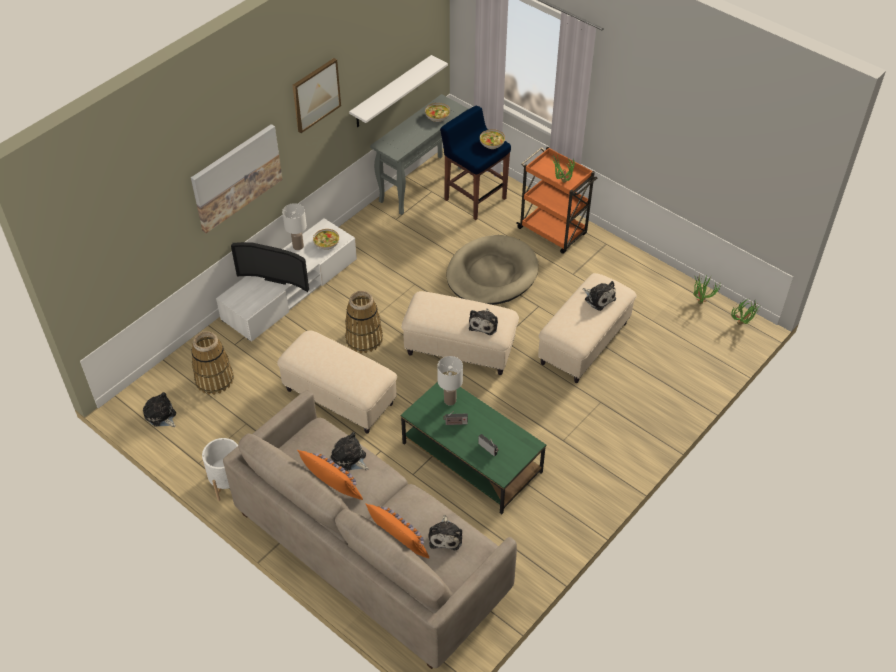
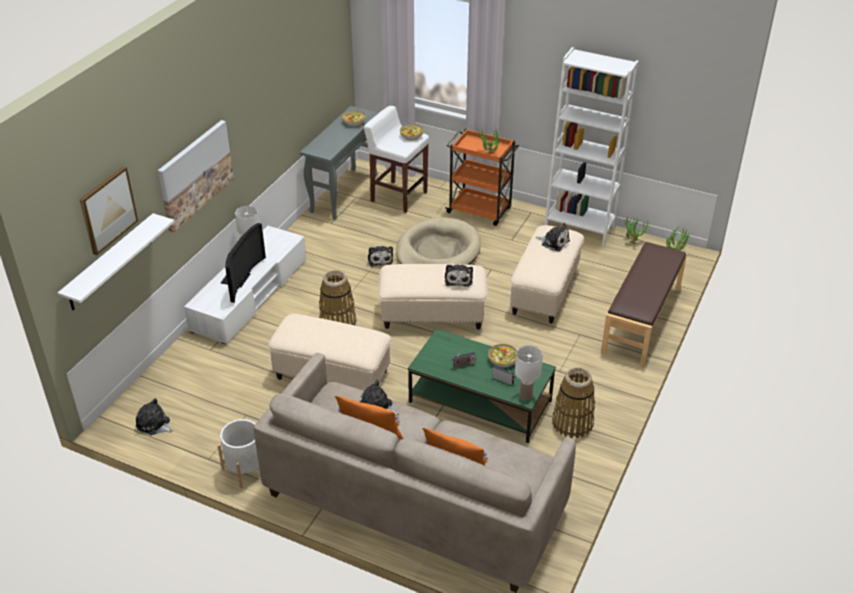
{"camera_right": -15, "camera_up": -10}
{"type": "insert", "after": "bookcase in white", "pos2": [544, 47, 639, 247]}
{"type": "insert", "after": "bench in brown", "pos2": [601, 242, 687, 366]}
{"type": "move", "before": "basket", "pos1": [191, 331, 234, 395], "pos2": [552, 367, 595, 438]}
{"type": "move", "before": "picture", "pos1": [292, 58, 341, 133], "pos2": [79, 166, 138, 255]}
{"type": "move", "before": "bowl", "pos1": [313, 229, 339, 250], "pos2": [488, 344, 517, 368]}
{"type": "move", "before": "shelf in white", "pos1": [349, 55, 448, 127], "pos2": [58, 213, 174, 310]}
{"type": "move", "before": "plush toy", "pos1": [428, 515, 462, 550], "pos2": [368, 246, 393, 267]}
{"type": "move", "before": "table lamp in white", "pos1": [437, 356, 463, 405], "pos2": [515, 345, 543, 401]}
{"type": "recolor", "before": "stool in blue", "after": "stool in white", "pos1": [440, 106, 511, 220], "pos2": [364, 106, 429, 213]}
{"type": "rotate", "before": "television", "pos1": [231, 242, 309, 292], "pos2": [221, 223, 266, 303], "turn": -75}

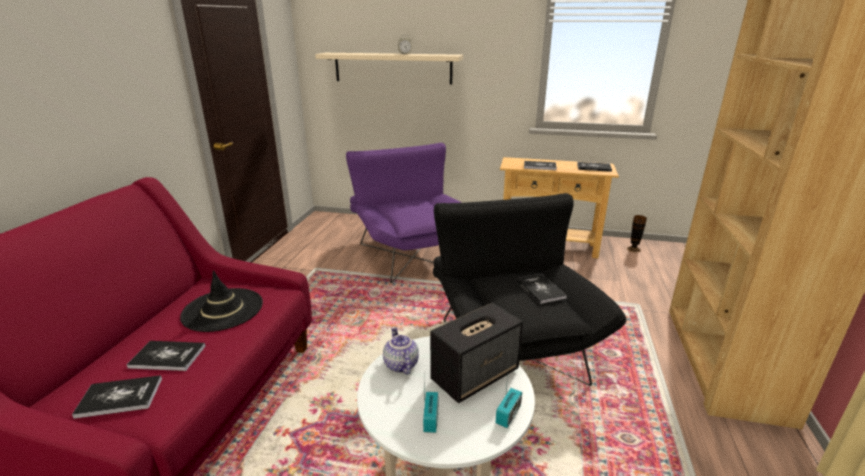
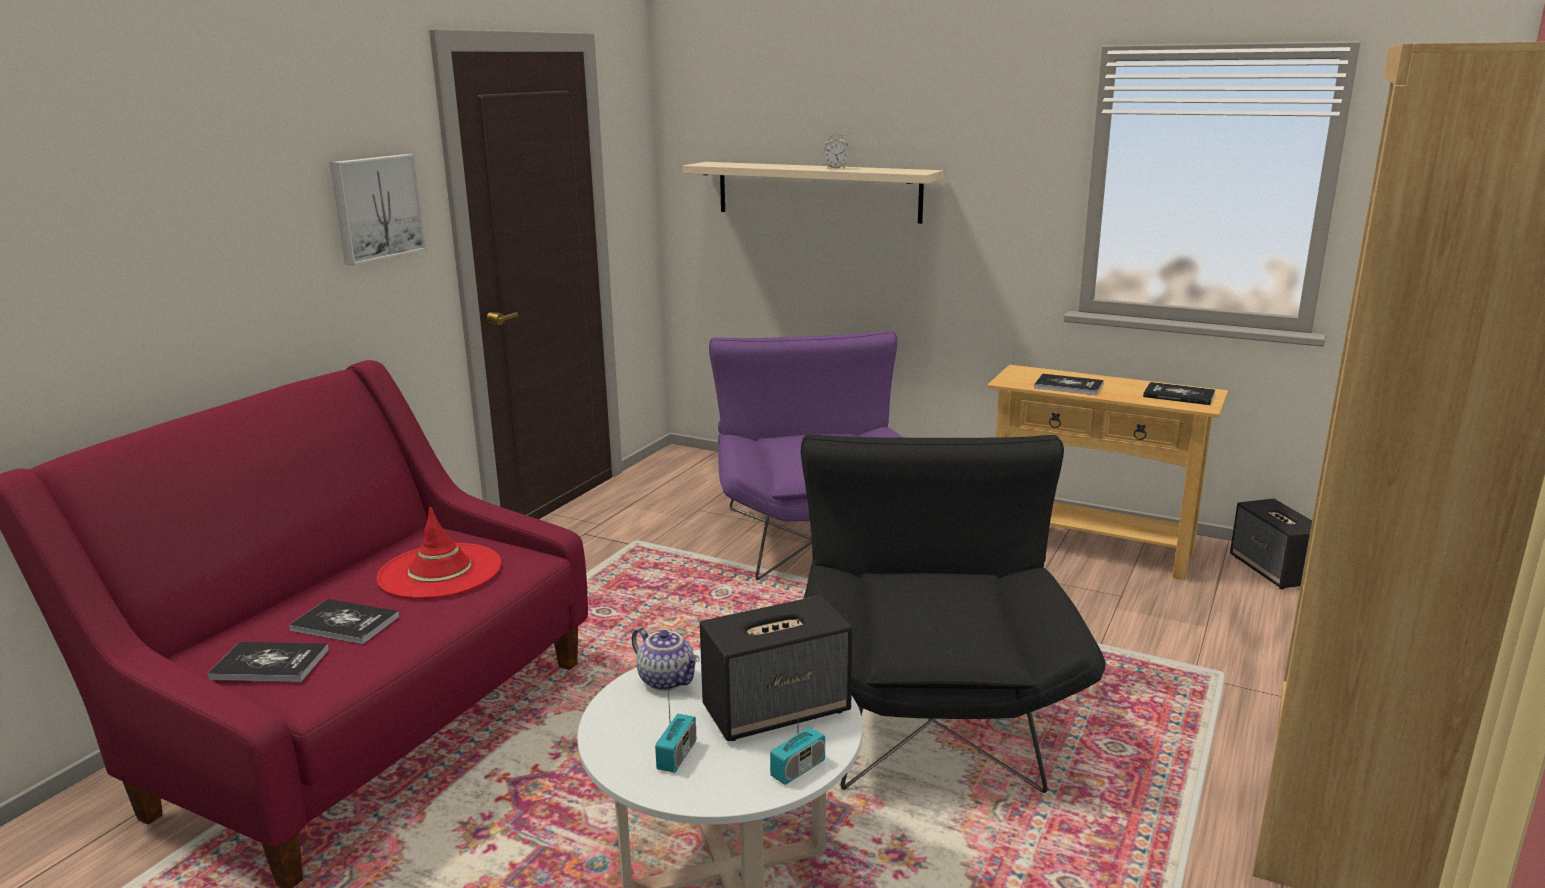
{"camera_right": 15, "camera_up": -5}
{"type": "delete", "before": "book", "pos1": [516, 274, 567, 304]}
{"type": "insert", "after": "picture", "pos2": [330, 154, 427, 265]}
{"type": "replace", "before": "vase", "after": "speaker", "pos1": [627, 215, 647, 252], "pos2": [1230, 499, 1312, 589]}
{"type": "recolor", "before": "hat in black", "after": "hat in red", "pos1": [180, 270, 263, 332], "pos2": [376, 506, 502, 599]}
{"type": "rotate", "before": "teapot", "pos1": [383, 327, 419, 375], "pos2": [632, 628, 700, 691], "turn": 135}

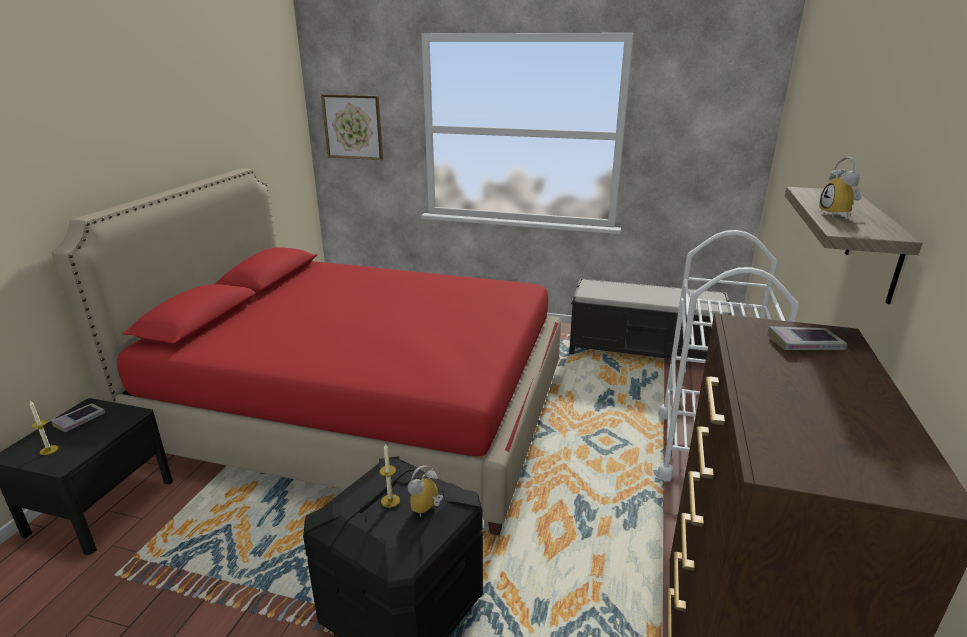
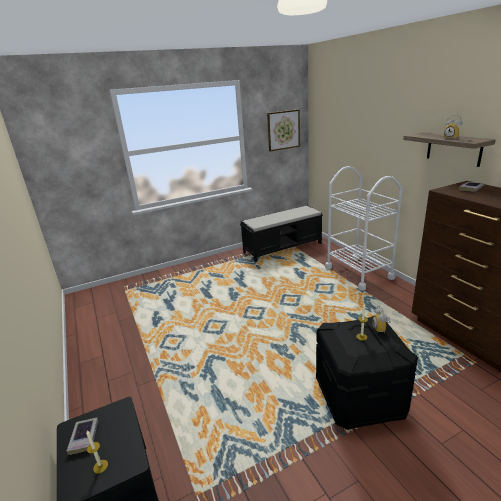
{"camera_right": -40, "camera_up": 0}
{"type": "delete", "before": "bed in red", "pos1": [52, 168, 561, 536]}
{"type": "move", "before": "picture", "pos1": [321, 94, 383, 160], "pos2": [267, 109, 300, 151]}

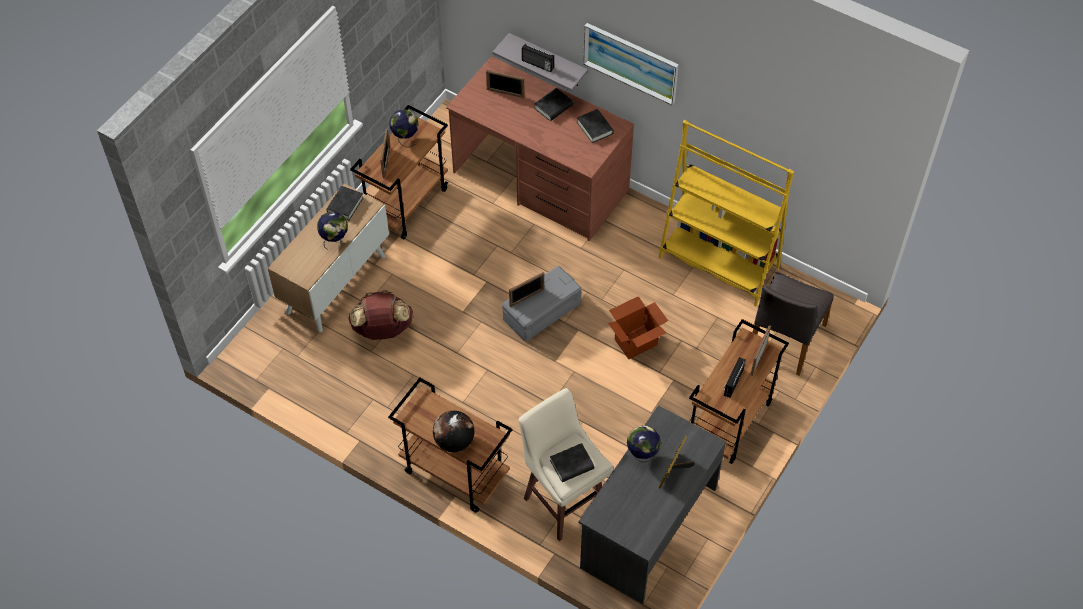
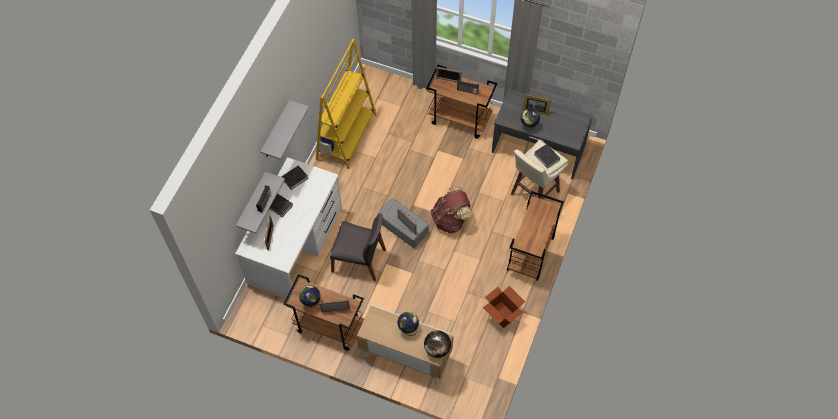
{"camera_right": -100, "camera_up": 5}
{"type": "delete", "before": "book in black", "pos1": [326, 186, 364, 220]}
{"type": "move", "before": "backpack in brown", "pos1": [348, 290, 414, 340], "pos2": [431, 187, 472, 233]}
{"type": "move", "before": "globe", "pos1": [433, 410, 474, 452], "pos2": [424, 330, 451, 358]}
{"type": "move", "before": "cardboard box", "pos1": [608, 296, 668, 359], "pos2": [483, 286, 525, 328]}
{"type": "move", "before": "chair in grey", "pos1": [752, 272, 834, 376], "pos2": [330, 213, 386, 281]}
{"type": "replace", "before": "picture", "after": "shelf in grey", "pos1": [583, 23, 679, 105], "pos2": [260, 100, 309, 160]}
{"type": "recolor", "before": "desk in brown", "after": "desk in white", "pos1": [446, 56, 634, 241], "pos2": [235, 157, 342, 300]}

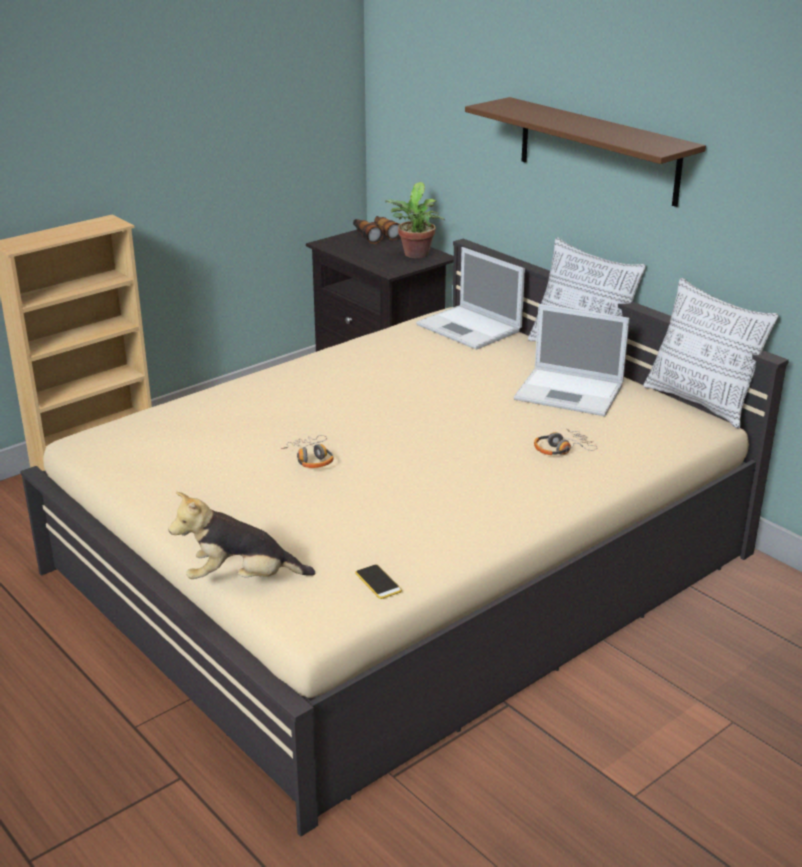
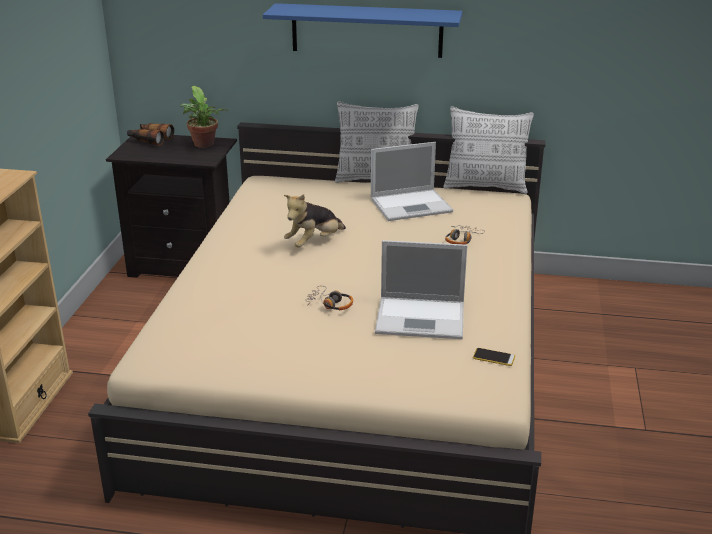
{"camera_right": -40, "camera_up": 0}
{"type": "move", "before": "plush toy", "pos1": [168, 492, 315, 579], "pos2": [284, 194, 346, 247]}
{"type": "move", "before": "laptop", "pos1": [416, 247, 525, 350], "pos2": [375, 240, 467, 339]}
{"type": "recolor", "before": "shelf in brown", "after": "shelf in blue", "pos1": [465, 97, 706, 207], "pos2": [263, 3, 462, 58]}

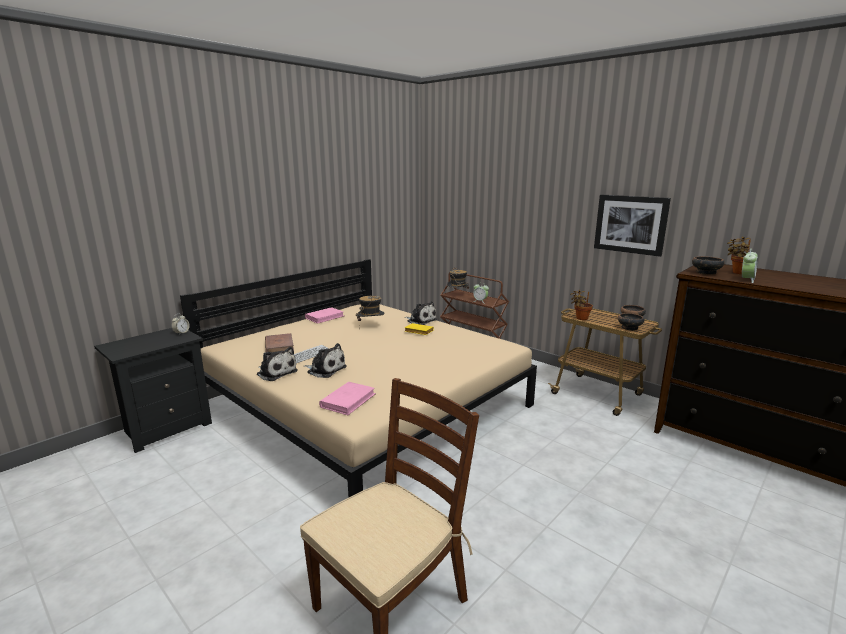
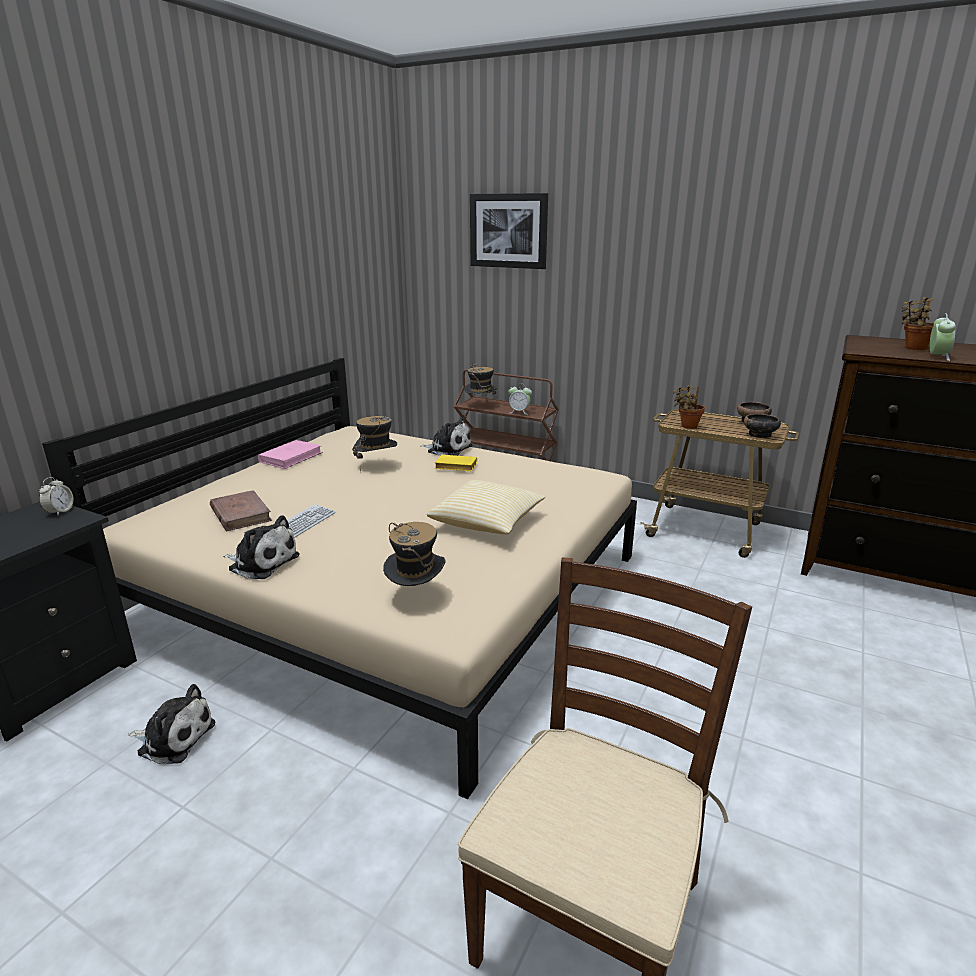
{"camera_right": -15, "camera_up": 5}
{"type": "delete", "before": "bowl", "pos1": [692, 256, 725, 275]}
{"type": "insert", "after": "pillow", "pos2": [427, 480, 545, 534]}
{"type": "move", "before": "plush toy", "pos1": [304, 343, 347, 378], "pos2": [128, 684, 215, 764]}
{"type": "move", "before": "picture", "pos1": [594, 194, 671, 257], "pos2": [470, 193, 548, 269]}
{"type": "replace", "before": "book in pink", "after": "hat", "pos1": [319, 382, 376, 415], "pos2": [383, 522, 446, 586]}

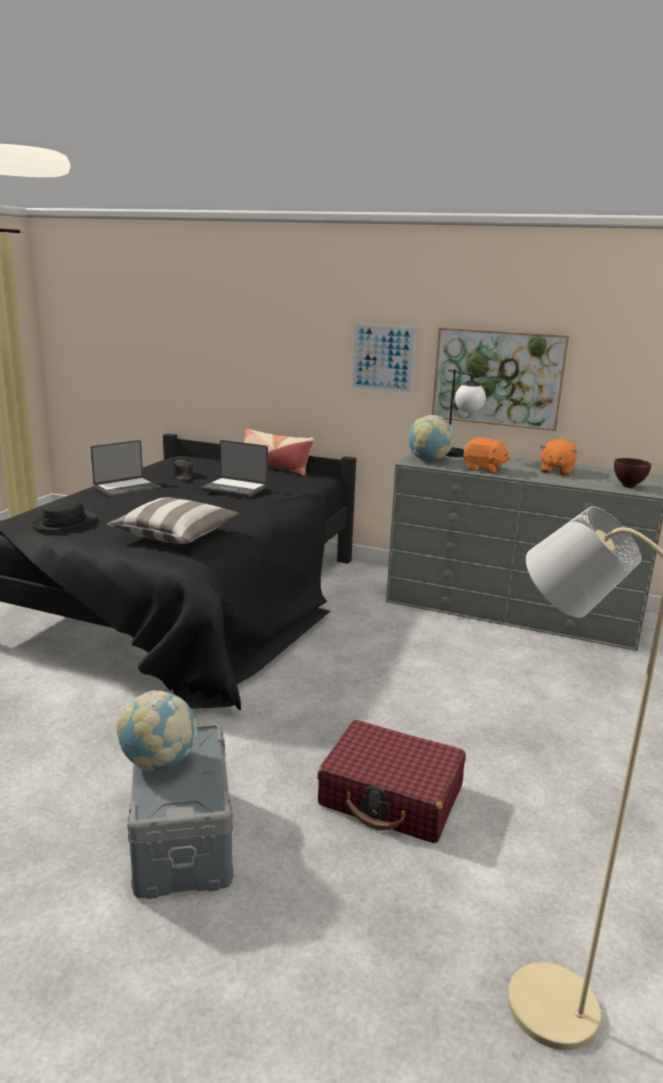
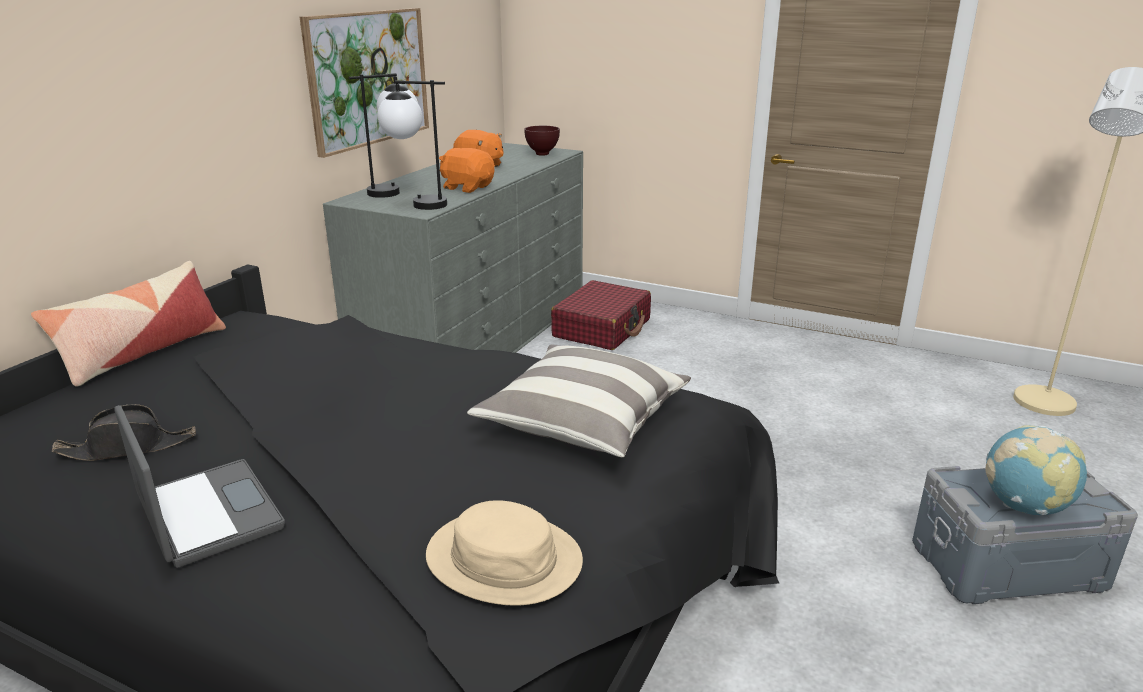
{"camera_right": -85, "camera_up": 5}
{"type": "delete", "before": "laptop", "pos1": [201, 440, 268, 498]}
{"type": "delete", "before": "picture", "pos1": [351, 323, 417, 394]}
{"type": "move", "before": "suitcase in red", "pos1": [317, 720, 466, 843], "pos2": [551, 280, 651, 350]}
{"type": "replace", "before": "globe", "after": "table lamp", "pos1": [408, 415, 454, 461], "pos2": [377, 80, 447, 210]}
{"type": "recolor", "before": "hat in black", "after": "hat in beige", "pos1": [31, 500, 96, 531], "pos2": [426, 500, 583, 606]}
{"type": "rotate", "before": "plush toy in orange", "pos1": [463, 438, 510, 473], "pos2": [439, 148, 495, 193], "turn": -90}

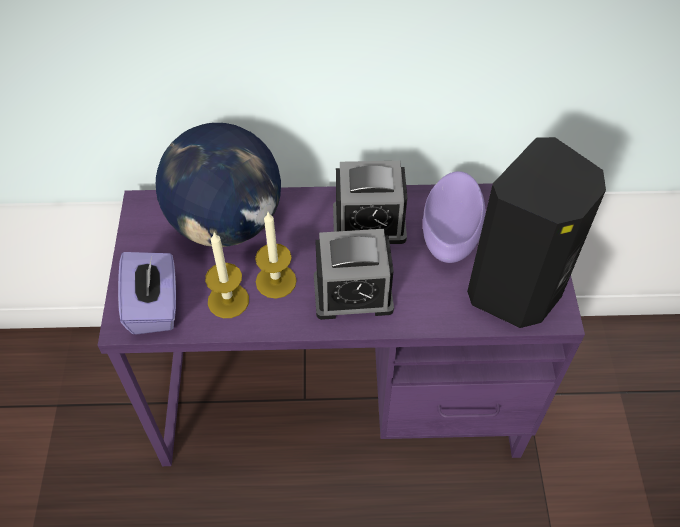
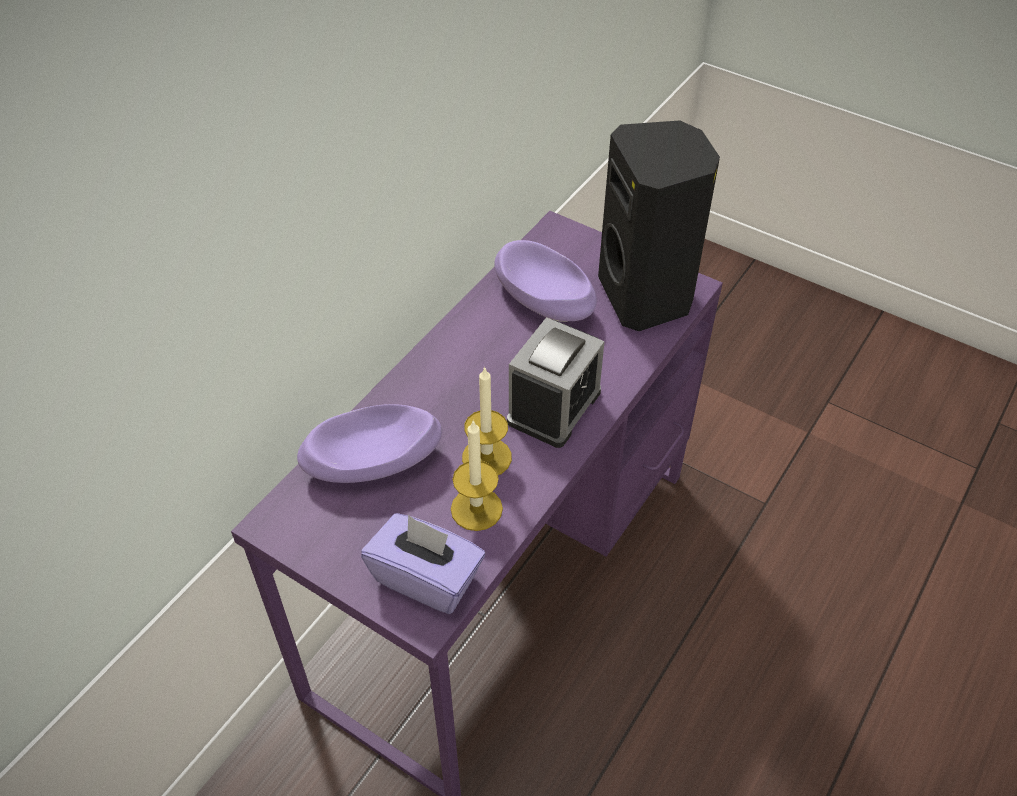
{"camera_right": -55, "camera_up": -5}
{"type": "delete", "before": "alarm clock", "pos1": [333, 161, 407, 244]}
{"type": "replace", "before": "globe", "after": "bowl in purple", "pos1": [156, 123, 281, 247], "pos2": [297, 404, 442, 483]}

